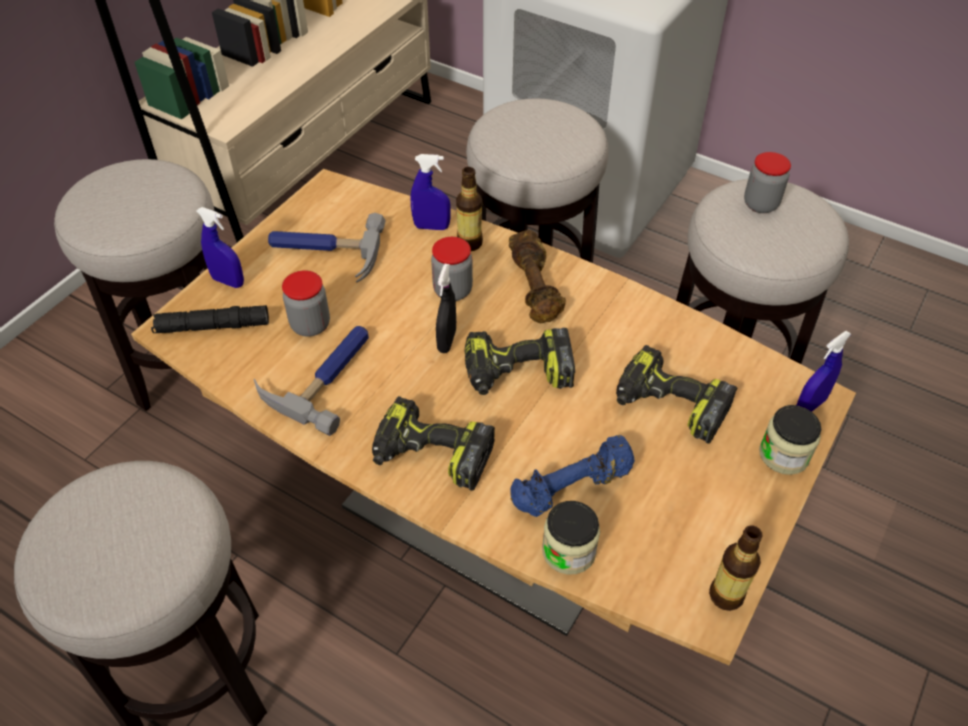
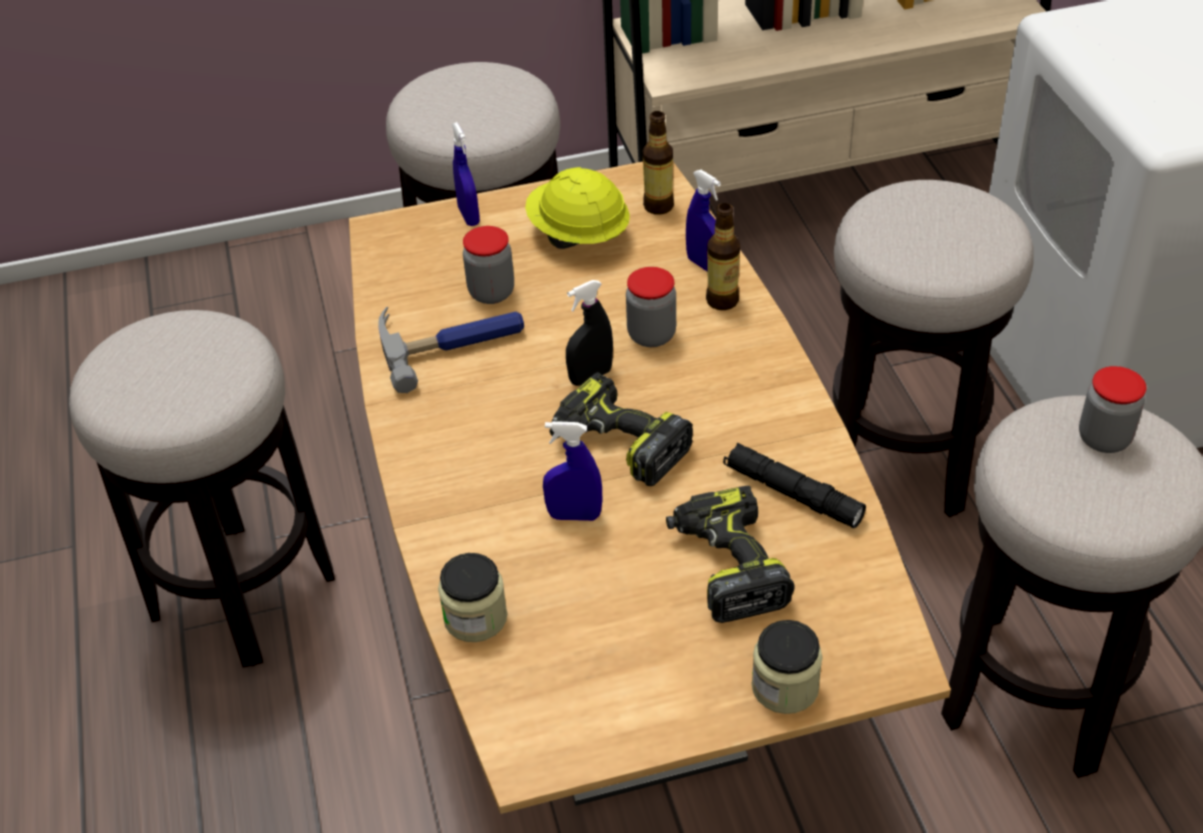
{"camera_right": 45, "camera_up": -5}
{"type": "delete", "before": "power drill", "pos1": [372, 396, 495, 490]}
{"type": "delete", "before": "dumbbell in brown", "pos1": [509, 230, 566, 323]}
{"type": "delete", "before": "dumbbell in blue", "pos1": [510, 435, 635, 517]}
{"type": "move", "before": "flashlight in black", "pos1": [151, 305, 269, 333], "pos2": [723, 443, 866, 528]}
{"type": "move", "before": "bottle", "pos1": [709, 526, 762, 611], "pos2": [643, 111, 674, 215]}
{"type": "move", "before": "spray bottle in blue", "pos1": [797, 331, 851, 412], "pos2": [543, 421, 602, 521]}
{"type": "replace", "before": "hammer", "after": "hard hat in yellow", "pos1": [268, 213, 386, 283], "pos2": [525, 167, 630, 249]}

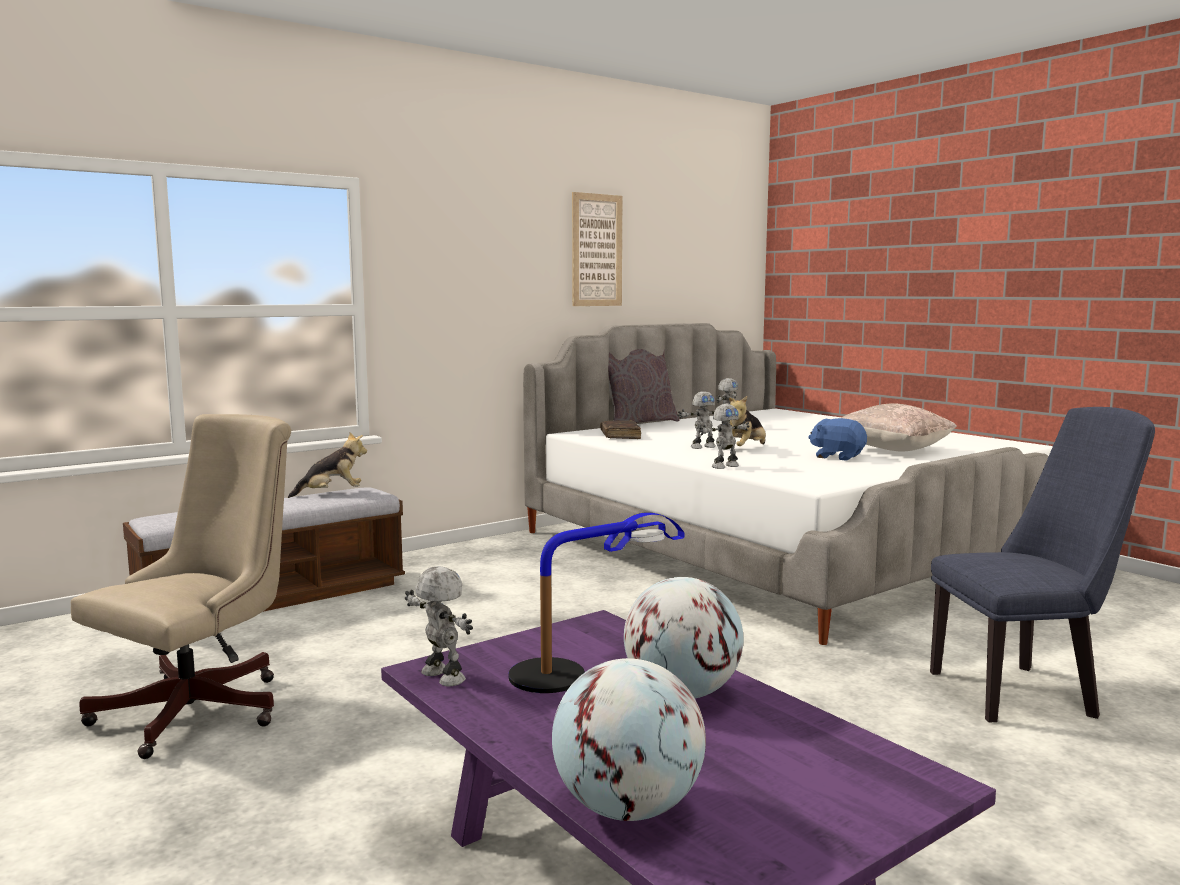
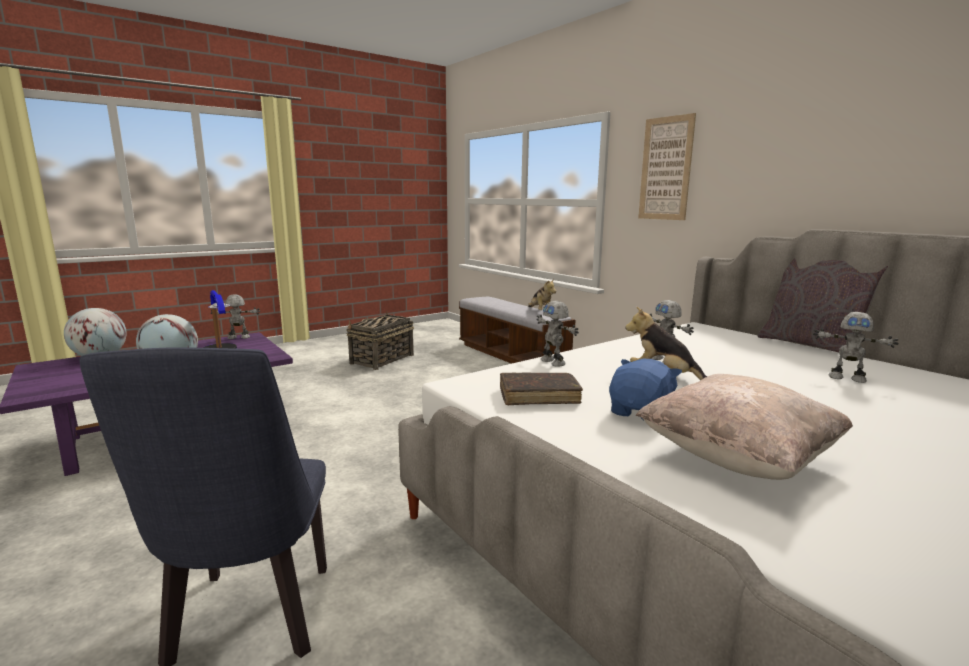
{"camera_right": 90, "camera_up": 5}
{"type": "move", "before": "picture", "pos1": [572, 192, 622, 306], "pos2": [638, 113, 696, 220]}
{"type": "move", "before": "book in brown", "pos1": [600, 420, 641, 439], "pos2": [500, 373, 583, 405]}
{"type": "replace", "before": "office chair in beige", "after": "basket", "pos1": [71, 414, 291, 759], "pos2": [346, 311, 414, 370]}
{"type": "rotate", "before": "toy robot", "pos1": [405, 566, 473, 687], "pos2": [211, 294, 260, 339], "turn": -150}

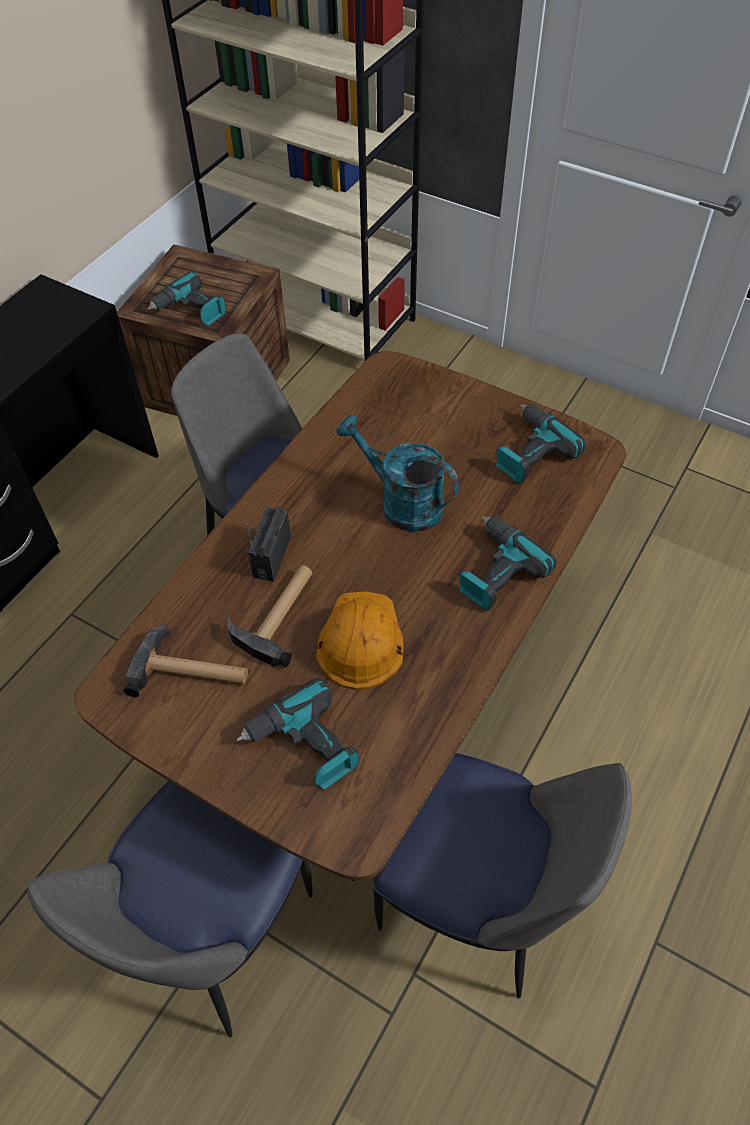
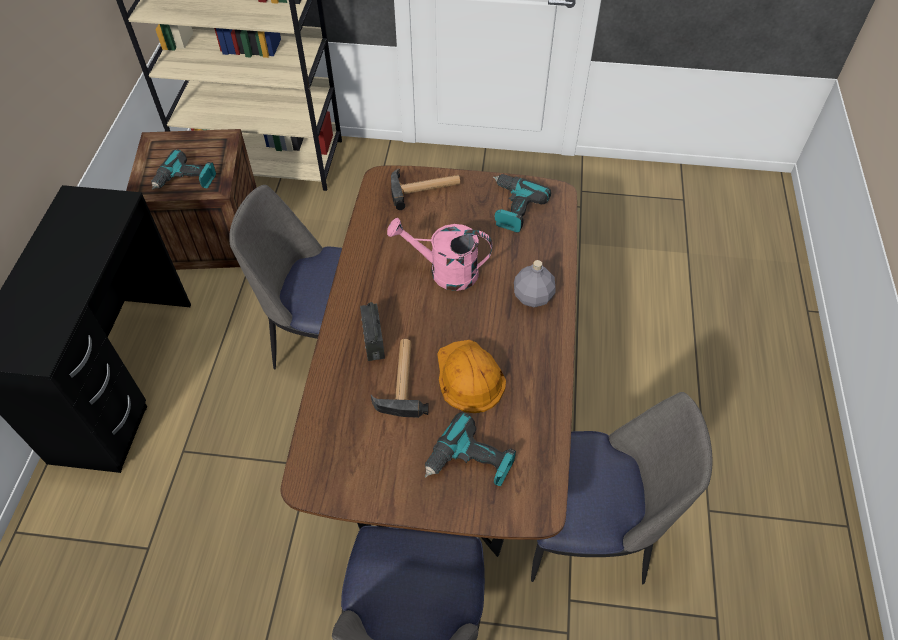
{"camera_right": -25, "camera_up": 0}
{"type": "move", "before": "hammer", "pos1": [124, 625, 248, 697], "pos2": [391, 168, 460, 210]}
{"type": "replace", "before": "power drill", "after": "bottle in grey", "pos1": [459, 516, 557, 611], "pos2": [514, 260, 555, 307]}
{"type": "recolor", "before": "watering can in turquoise", "after": "watering can in pink", "pos1": [336, 414, 459, 532], "pos2": [387, 218, 493, 291]}

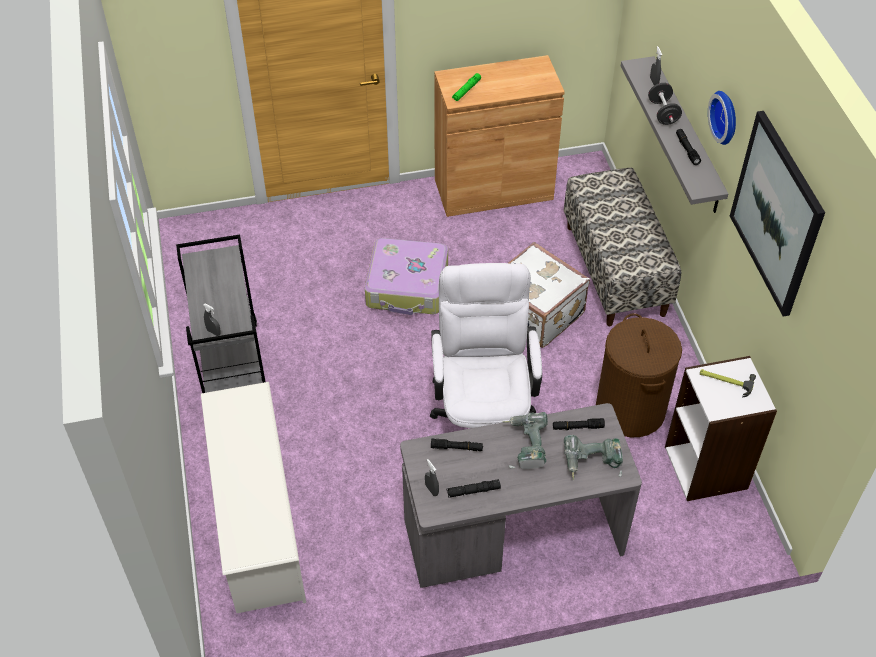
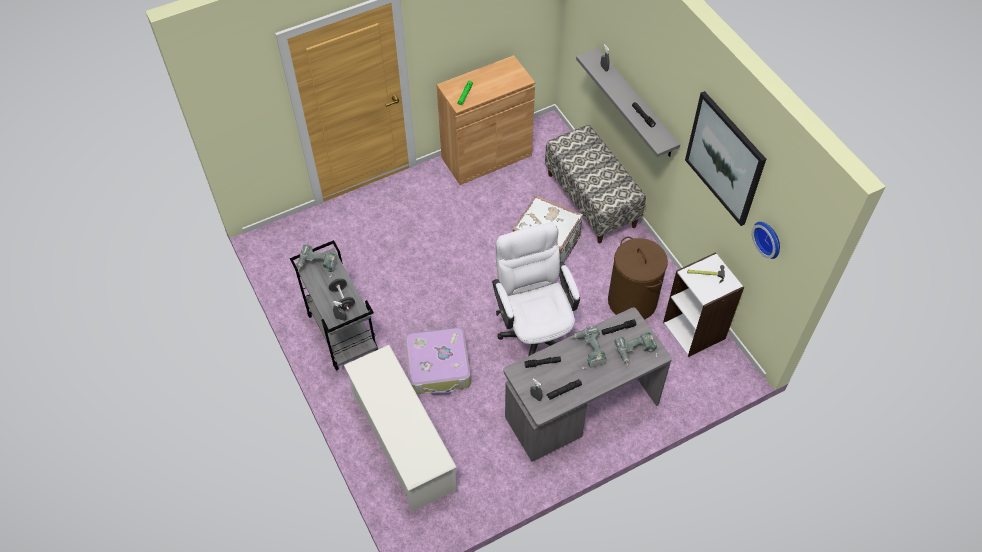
{"camera_right": -15, "camera_up": 5}
{"type": "insert", "after": "power drill", "pos2": [297, 244, 337, 278]}
{"type": "move", "before": "suitcase", "pos1": [365, 238, 448, 315], "pos2": [405, 328, 471, 395]}
{"type": "move", "before": "dumbbell in black", "pos1": [648, 83, 682, 125], "pos2": [329, 279, 355, 311]}
{"type": "move", "before": "wall clock", "pos1": [708, 91, 736, 145], "pos2": [752, 222, 780, 259]}

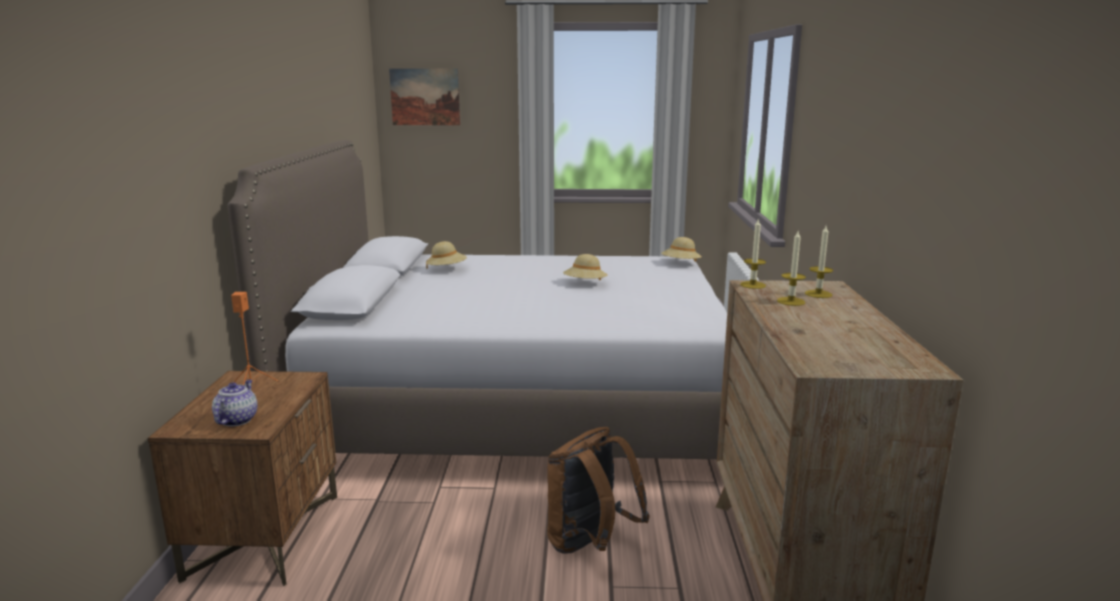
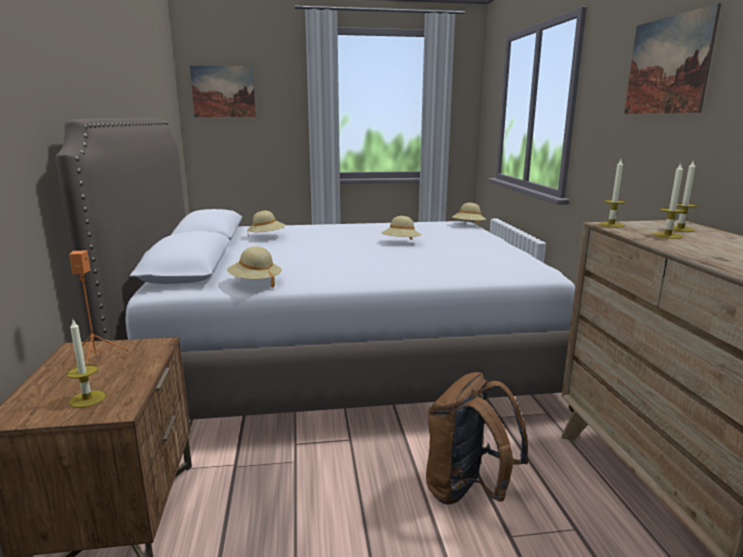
{"camera_right": -10, "camera_up": 0}
{"type": "insert", "after": "hat in beige", "pos2": [227, 247, 282, 288]}
{"type": "insert", "after": "picture", "pos2": [624, 3, 721, 114]}
{"type": "replace", "before": "teapot", "after": "candle", "pos1": [212, 380, 257, 426], "pos2": [66, 320, 105, 408]}

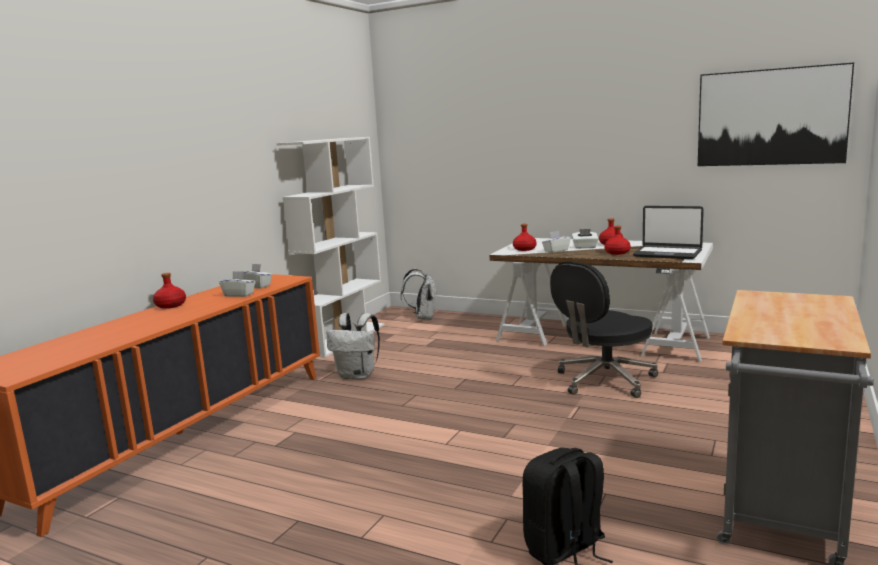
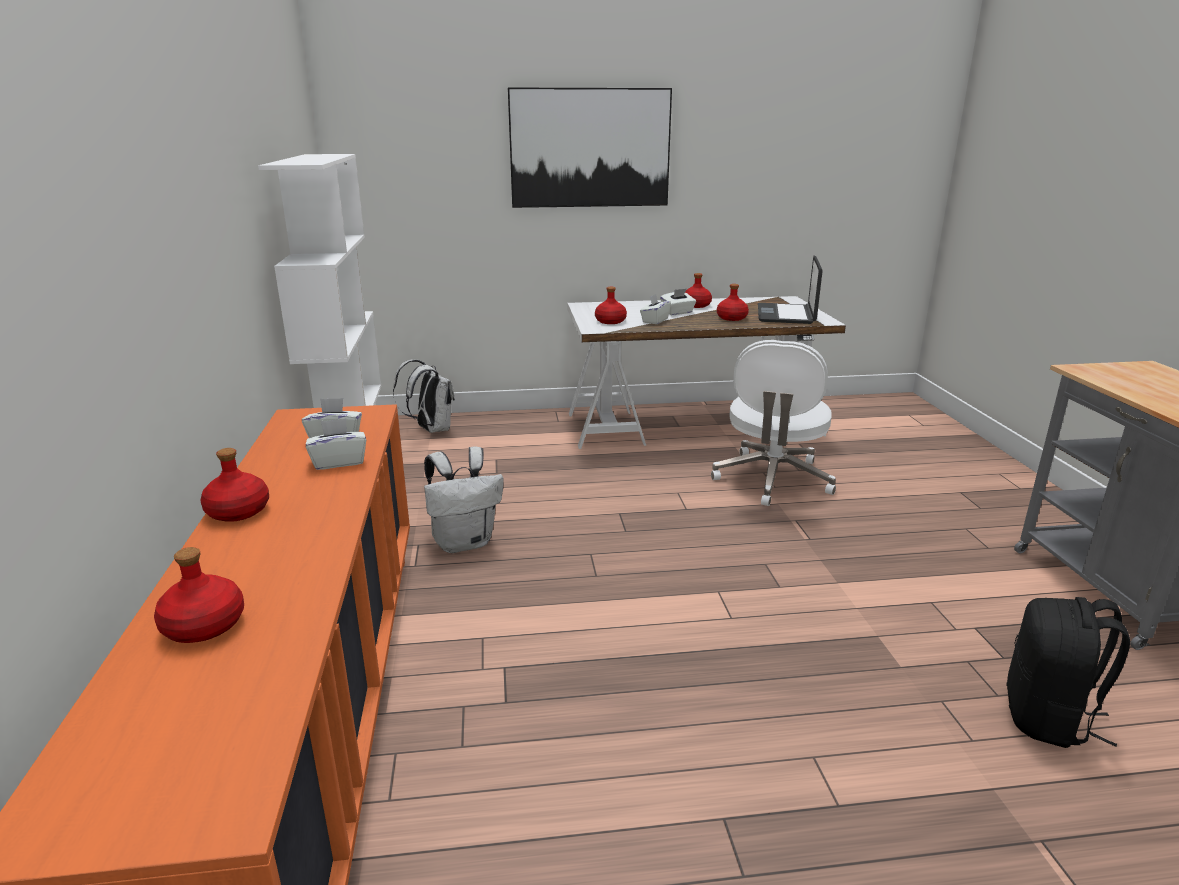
{"camera_right": -35, "camera_up": 10}
{"type": "insert", "after": "bottle in red", "pos2": [154, 547, 244, 643]}
{"type": "move", "before": "picture", "pos1": [698, 63, 854, 166], "pos2": [508, 88, 672, 208]}
{"type": "recolor", "before": "office chair in black", "after": "office chair in white", "pos1": [550, 261, 658, 398], "pos2": [711, 340, 836, 506]}
{"type": "rotate", "before": "laptop", "pos1": [633, 206, 704, 259], "pos2": [758, 256, 823, 324], "turn": 105}

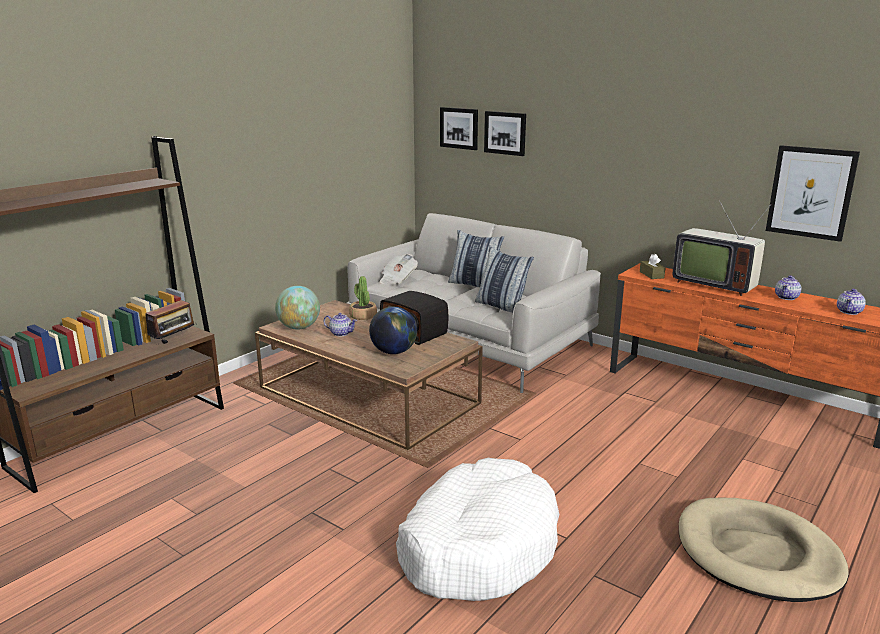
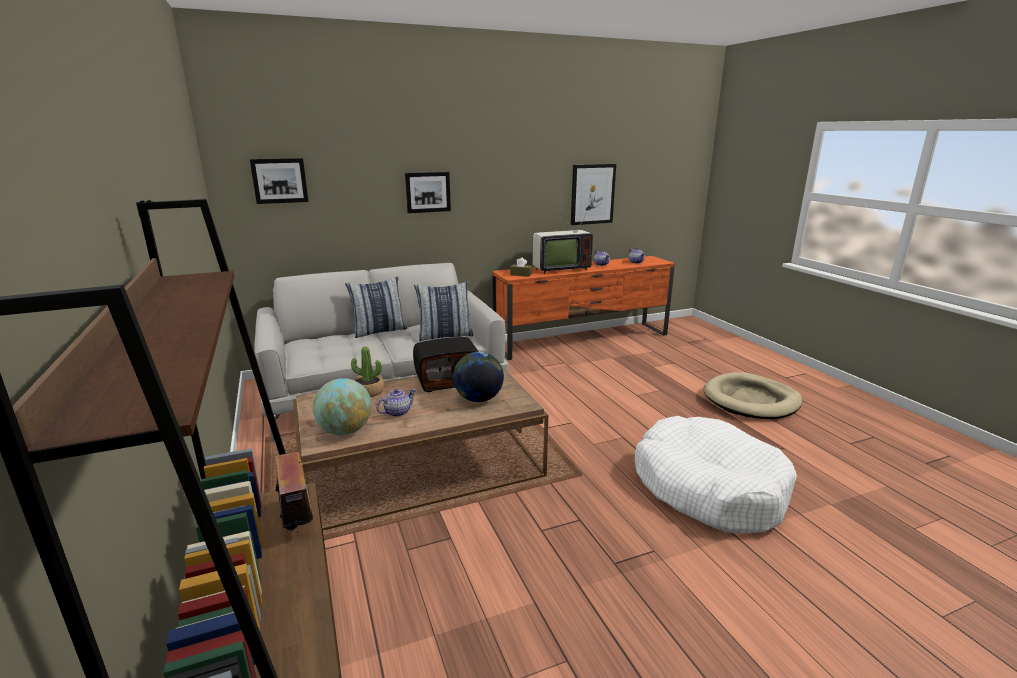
{"camera_right": -60, "camera_up": 0}
{"type": "delete", "before": "newspaper", "pos1": [380, 254, 418, 284]}
{"type": "move", "before": "picture", "pos1": [484, 111, 526, 156], "pos2": [405, 172, 451, 213]}

